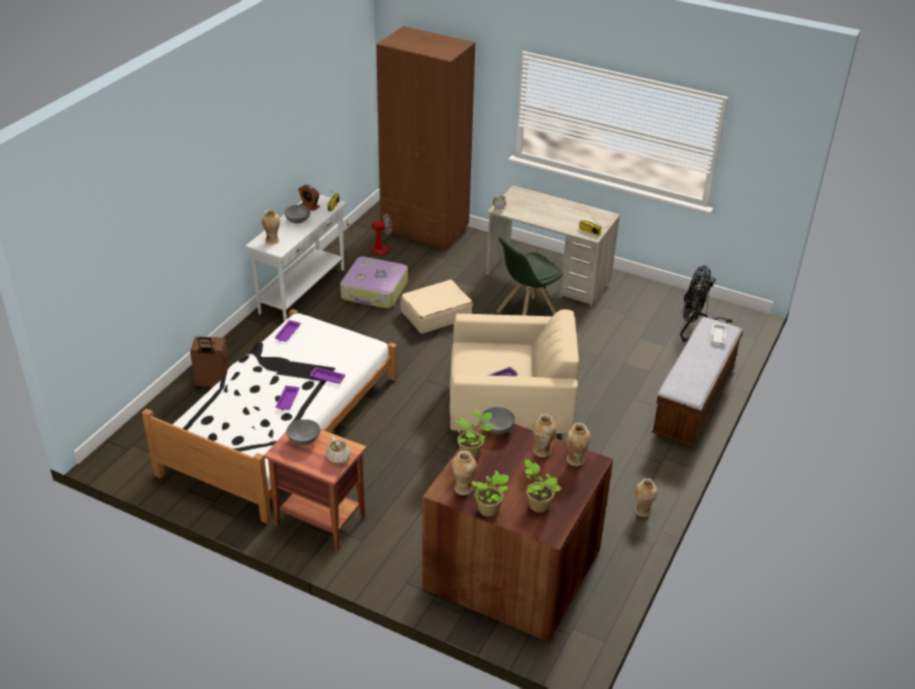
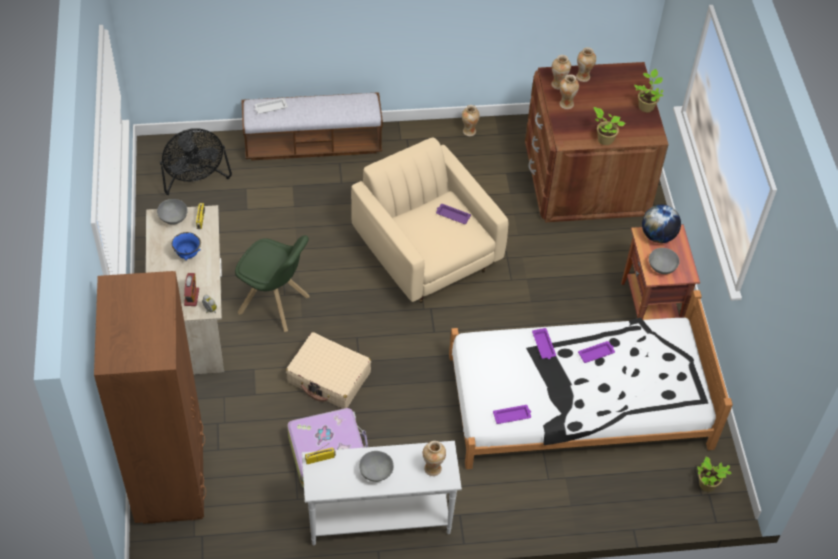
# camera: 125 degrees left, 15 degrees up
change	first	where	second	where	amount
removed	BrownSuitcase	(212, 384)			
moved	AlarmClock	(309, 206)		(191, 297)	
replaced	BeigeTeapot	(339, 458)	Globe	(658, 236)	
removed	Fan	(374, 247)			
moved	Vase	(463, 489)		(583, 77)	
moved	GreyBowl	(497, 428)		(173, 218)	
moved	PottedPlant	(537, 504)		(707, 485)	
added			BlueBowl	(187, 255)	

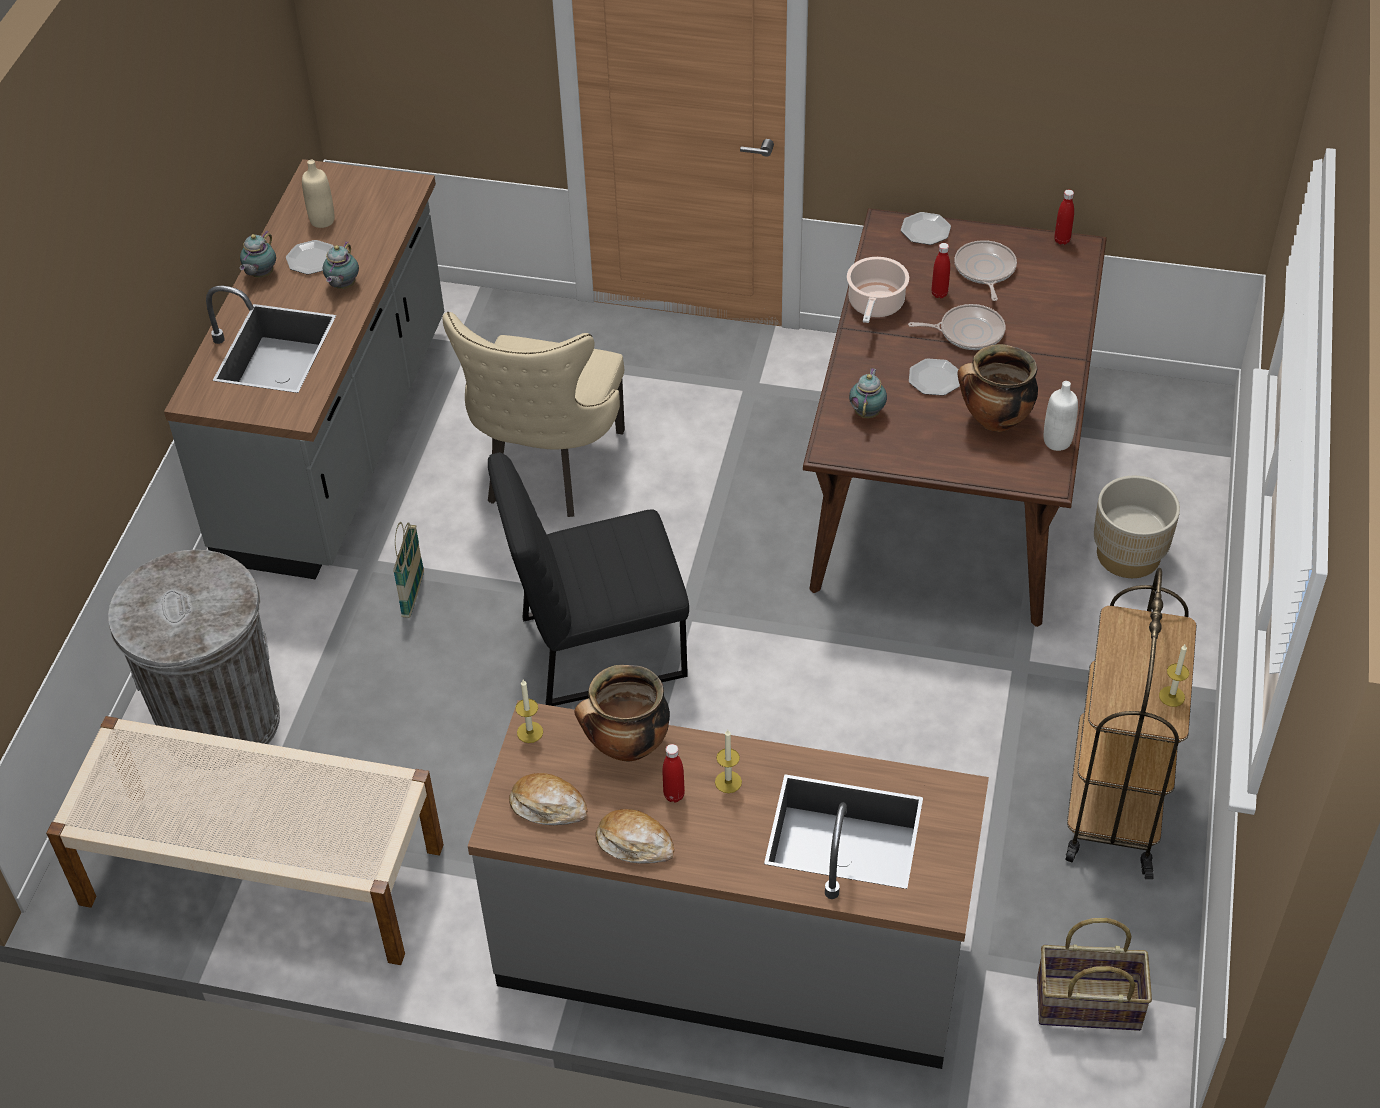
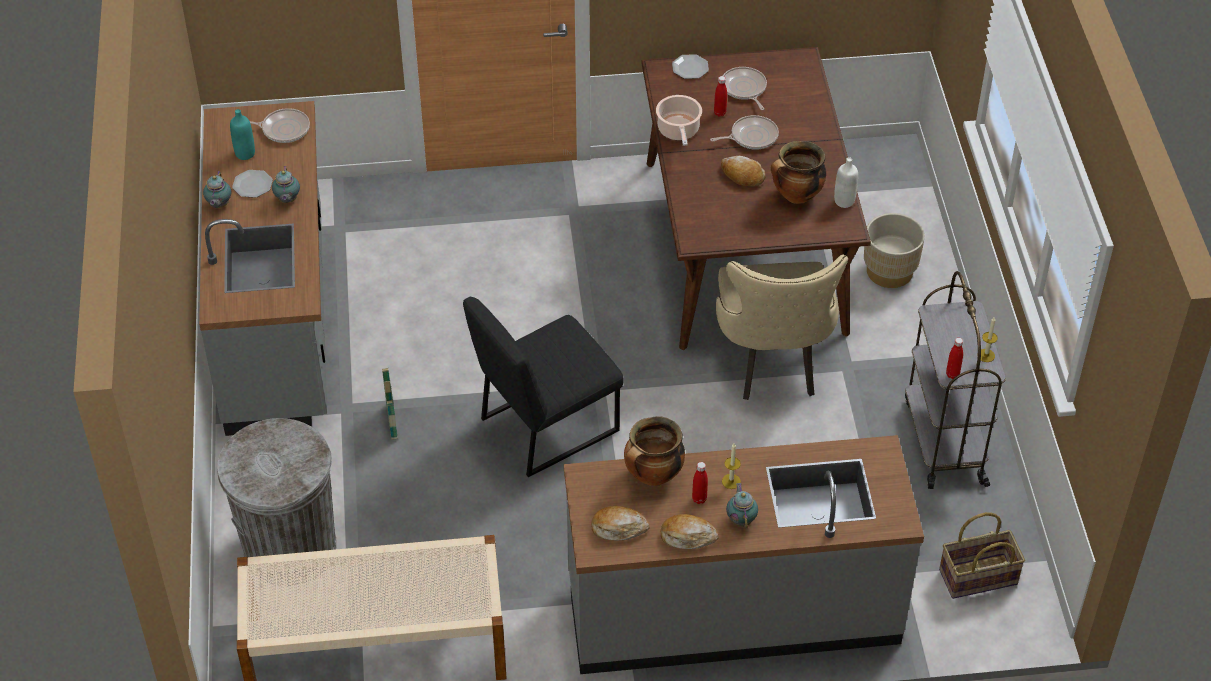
# camera: 20 degrees left, 0 degrees up
change	first	where	second	where	amount
recoloured	BeigeBottle	(322, 220)	TurquoiseBottle	(245, 153)	
moved	BeigeChair	(547, 468)		(772, 362)	
removed	Candle	(530, 732)			
moved	Teapot	(867, 412)		(741, 519)	
replaced	Plate	(934, 379)	Bread	(742, 175)	
moved	RedBottle	(1062, 240)		(952, 374)	
recoloured	BrownCart	(1115, 798)	GreyCart	(944, 439)	
added			FryingPan	(283, 129)	

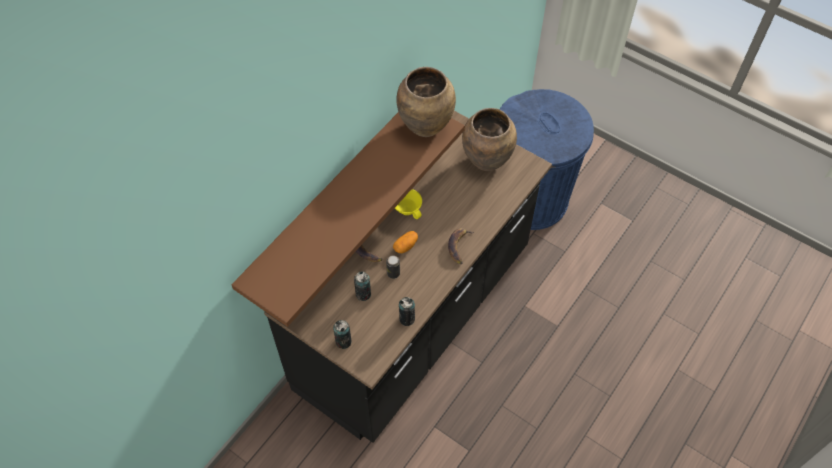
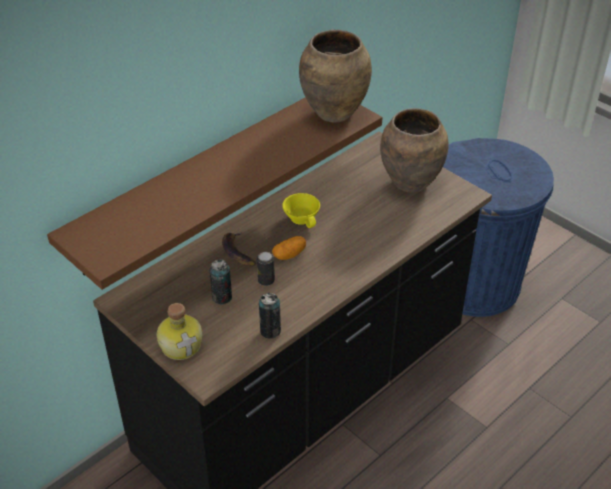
# camera: 10 degrees right, 15 degrees down
change	first	where	second	where	amount
replaced	Can	(343, 341)	Bottle	(181, 345)	
removed	Banana	(459, 246)			

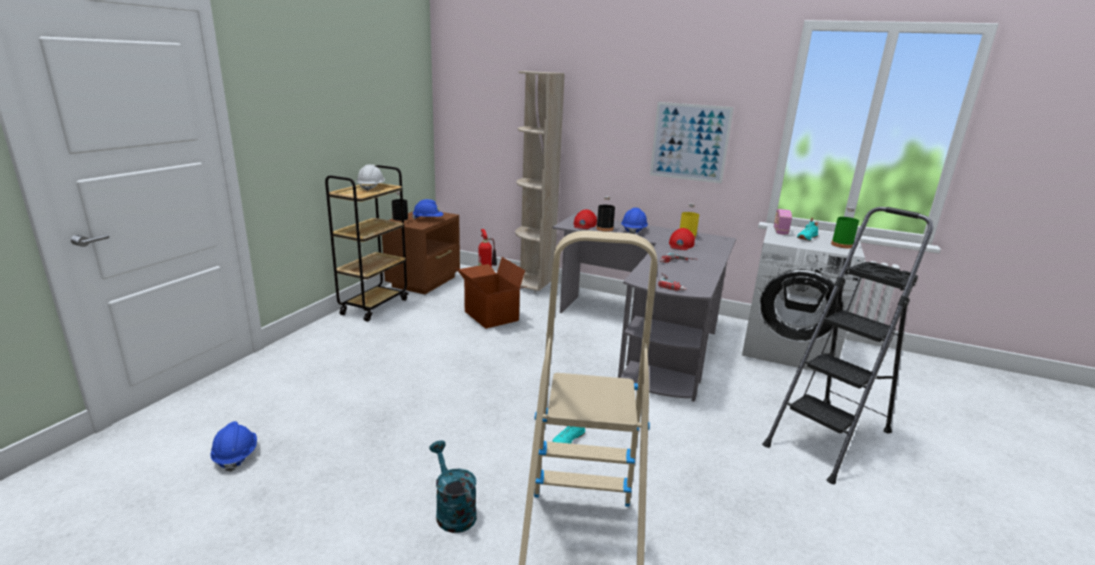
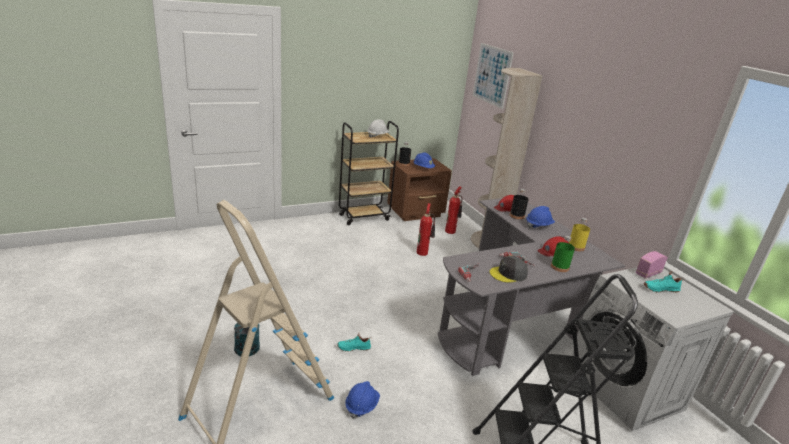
# camera: 40 degrees right, 5 degrees up
change	first	where	second	where	amount
moved	BlueHardHat	(236, 456)		(361, 406)	
replaced	CardboardBox	(490, 316)	FireExtinguisher	(423, 252)	
moved	Picture	(690, 142)		(492, 75)	
moved	GreenBottle	(841, 245)		(559, 267)	
added			GreyCap	(508, 274)	

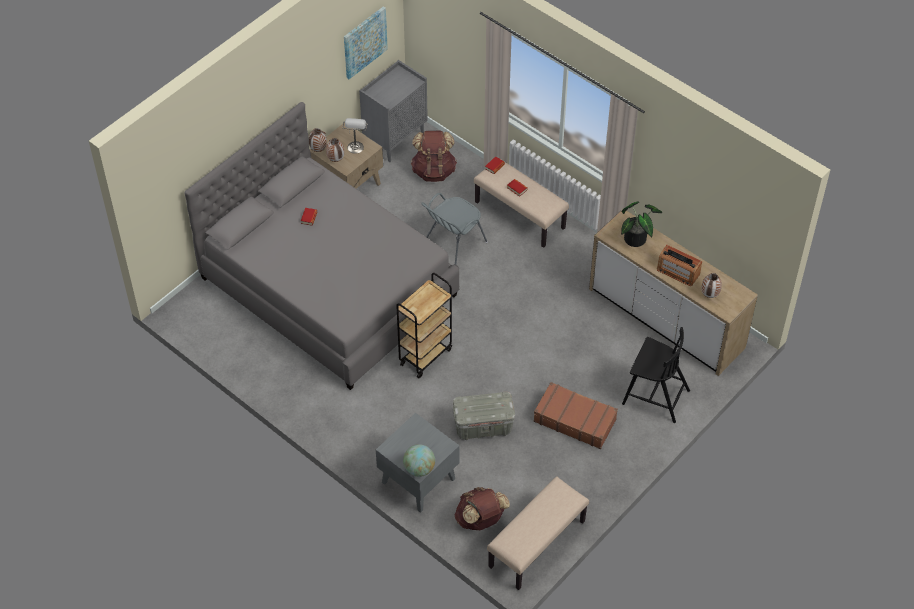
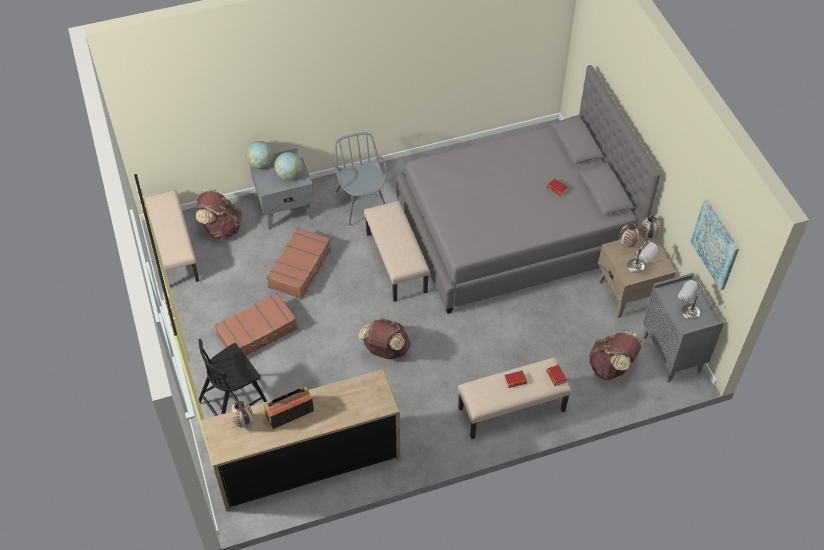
# camera: 120 degrees right, 0 degrees up
change	first	where	second	where	amount
replaced	BrownCart	(425, 356)	BeigeBench	(397, 263)	
moved	GreyChair	(452, 246)		(362, 202)	
replaced	GreyStorageBox	(483, 426)	BrownSuitcase	(300, 268)	
removed	PottedPlant	(638, 239)			
added			Globe	(289, 175)	
added			BrownBackpack	(385, 350)	
added			WhiteTableLamp	(687, 310)	

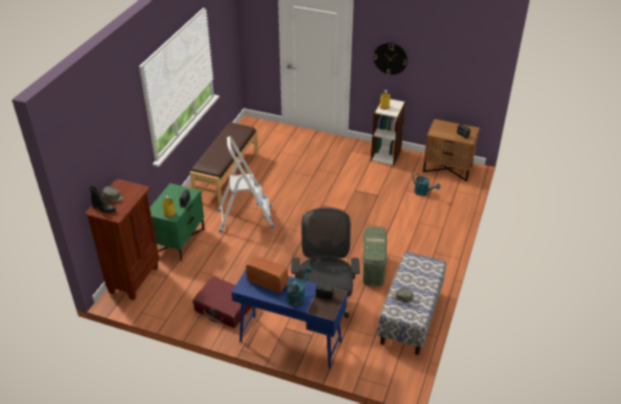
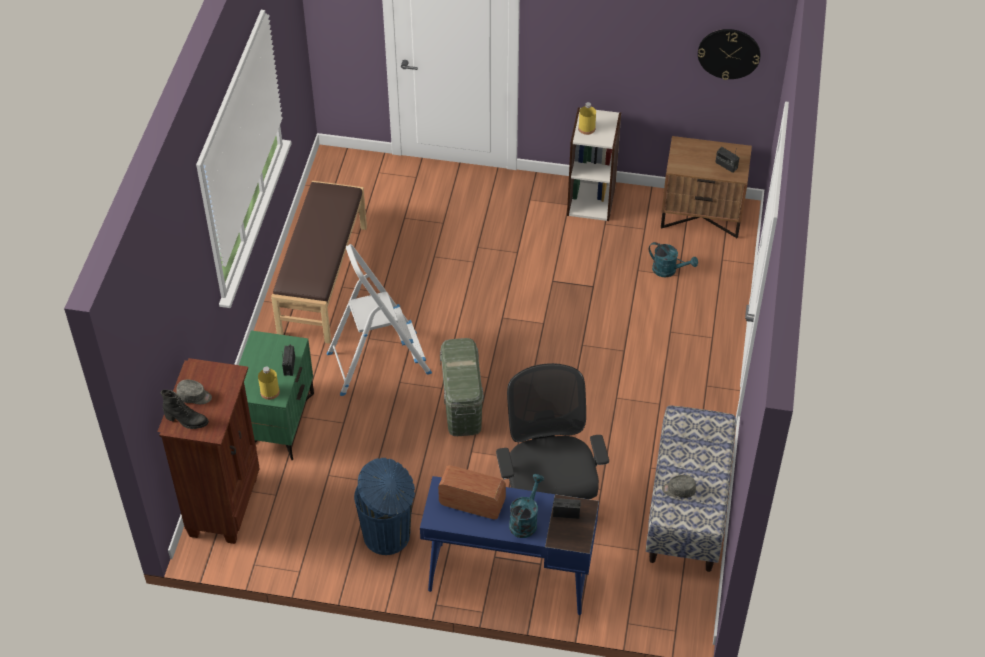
# camera: 10 degrees left, 10 degrees up
change	first	where	second	where	amount
replaced	RedSuitcase	(224, 307)	BlueTrashCan	(388, 535)	
moved	GreenStorageBox	(373, 269)		(462, 405)	
moved	WallClock	(390, 58)		(729, 53)	

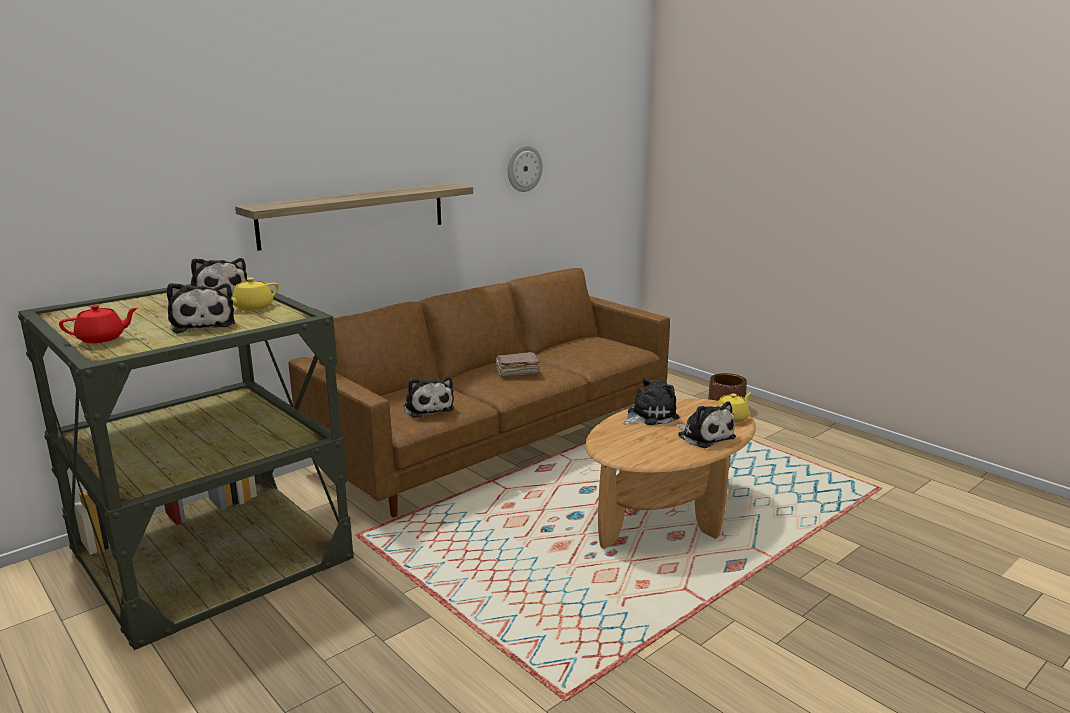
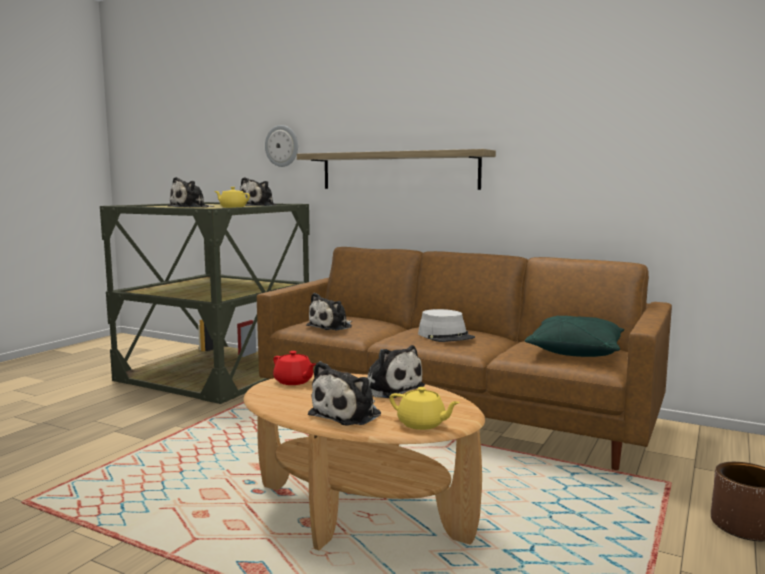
# camera: 70 degrees right, 10 degrees down
change	first	where	second	where	amount
moved	RedTeapot	(102, 339)		(294, 381)	
replaced	BrownBook	(516, 373)	GreyHat	(446, 336)	
moved	WallClock	(524, 168)		(282, 146)	
added			GreenPillow	(575, 351)	

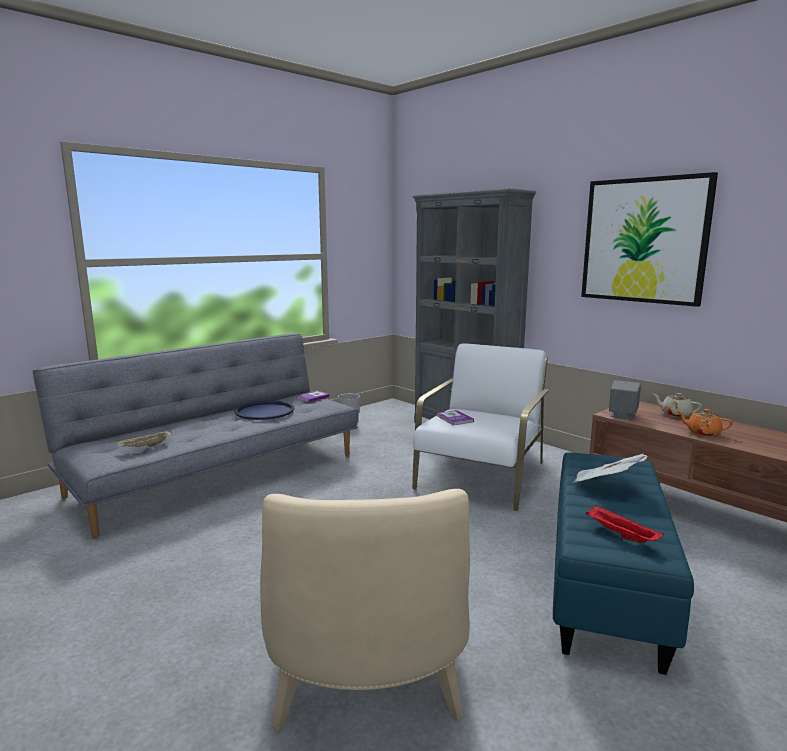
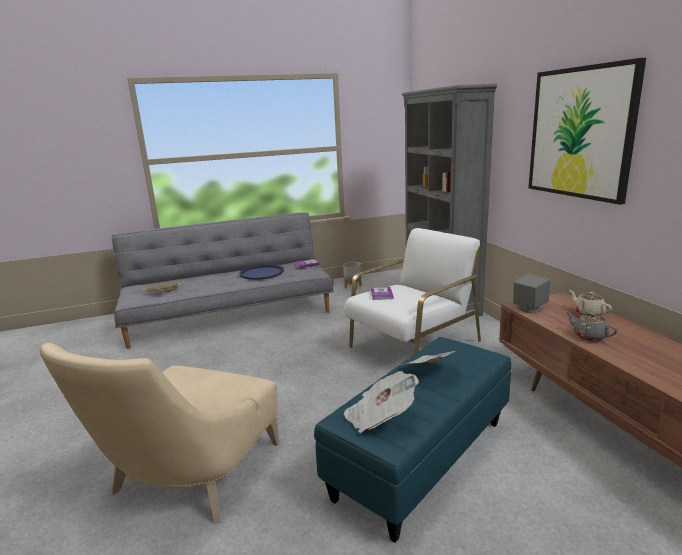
# camera: 25 degrees right, 5 degrees up
change	first	where	second	where	amount
replaced	RedTray	(620, 535)	Newspaper	(380, 417)	
recoloured	OrangeTeapot	(702, 432)	GreyTeapot	(589, 336)	

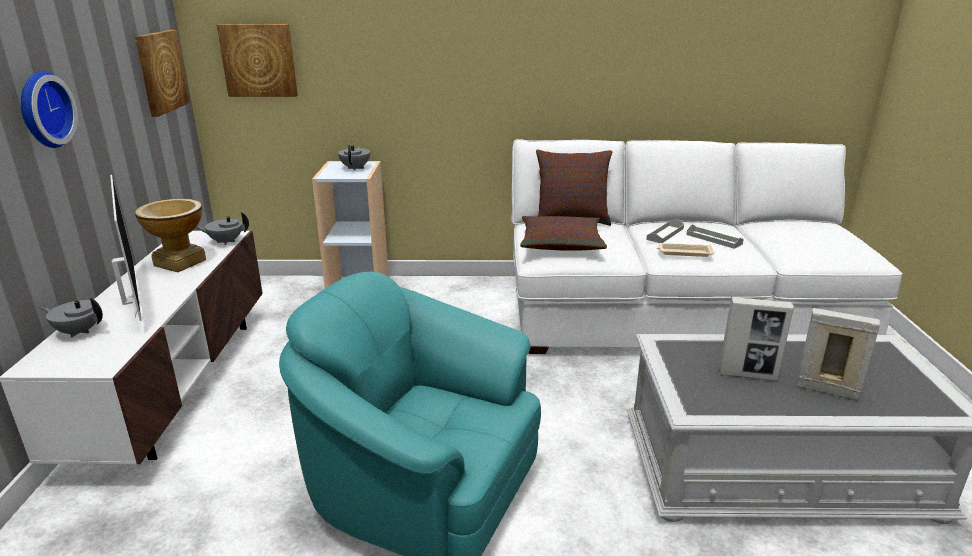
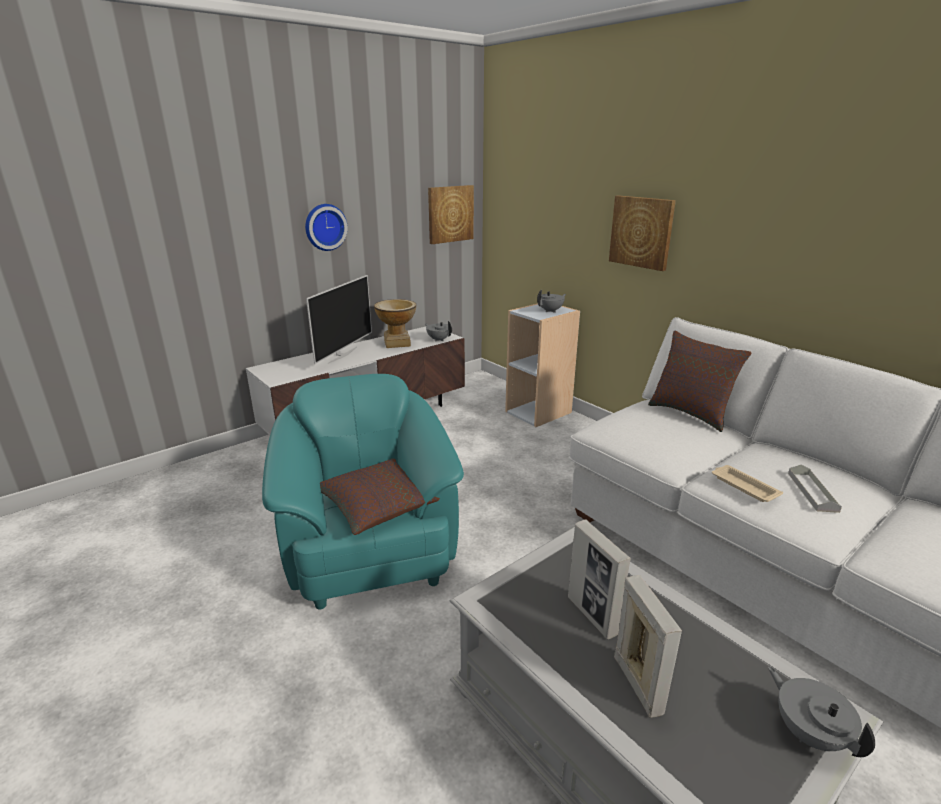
# camera: 50 degrees right, 0 degrees up
change	first	where	second	where	amount
moved	GreyTeapot	(79, 331)		(809, 732)	
moved	Picture	(259, 60)		(642, 232)	
moved	BrownPillow	(561, 243)		(376, 505)	
removed	GreyTray	(665, 234)			

